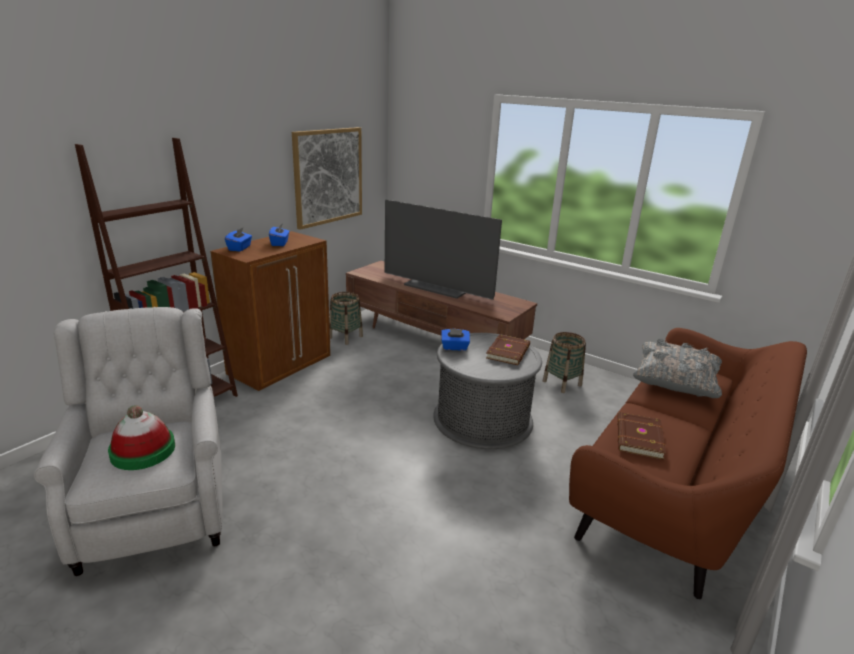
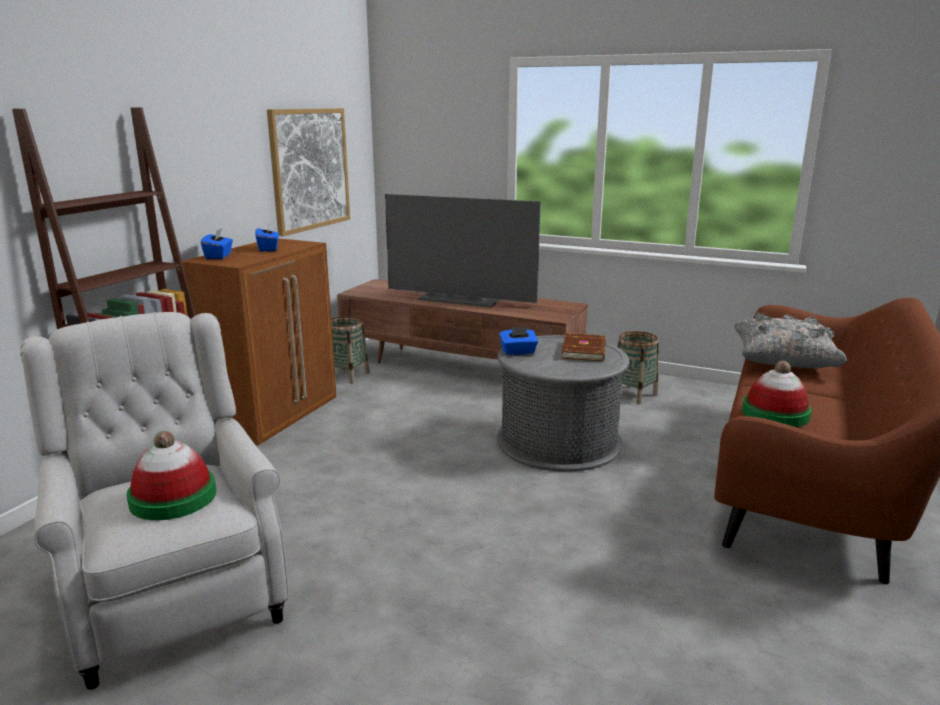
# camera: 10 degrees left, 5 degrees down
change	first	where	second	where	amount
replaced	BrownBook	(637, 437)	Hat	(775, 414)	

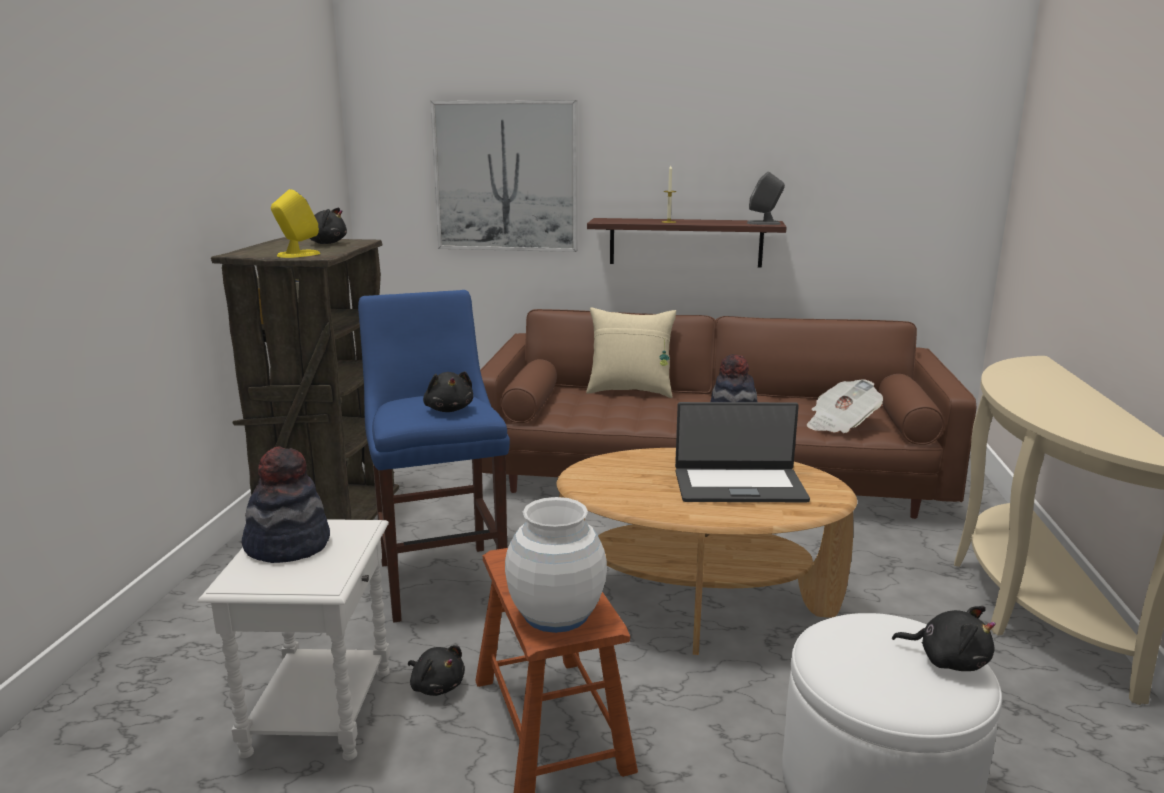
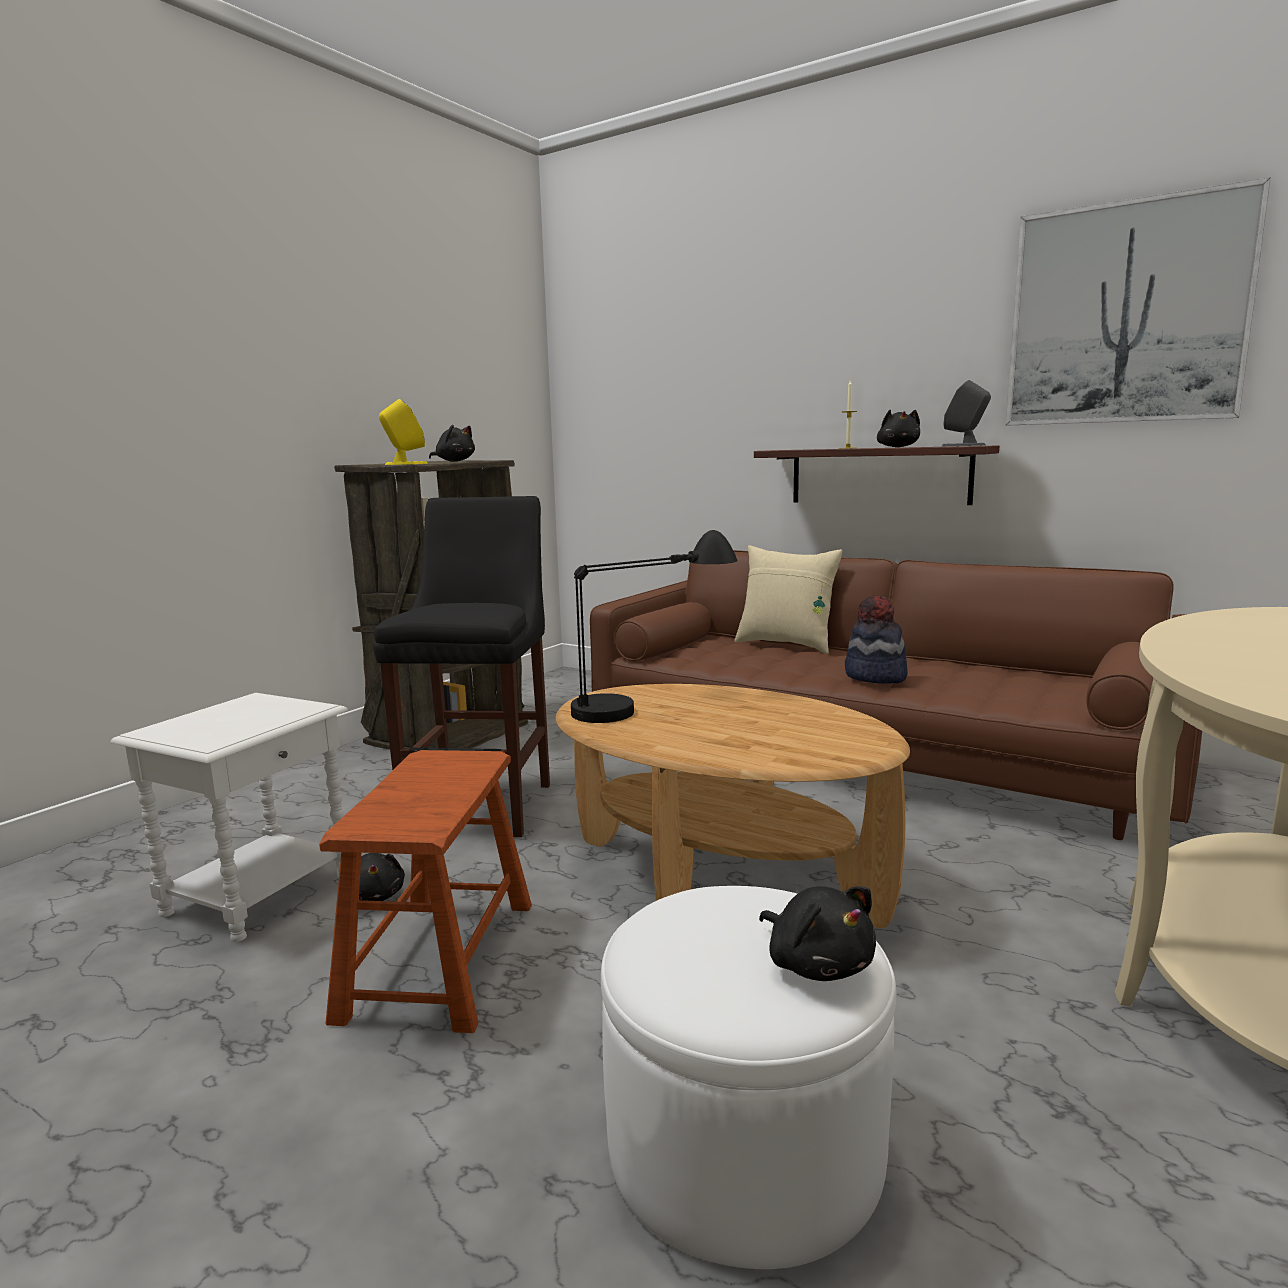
# camera: 25 degrees right, 5 degrees down
change	first	where	second	where	amount
removed	Hat	(288, 545)			
recoloured	BlueStool	(441, 578)	BlackStool	(483, 804)	
moved	BlackPlushToy	(449, 409)		(898, 447)	
moved	Picture	(506, 177)		(1126, 314)	
removed	WhiteVase	(556, 614)			
removed	Laptop	(739, 485)			
removed	Newspaper	(840, 425)			
added			BlackTableLamp	(651, 703)	

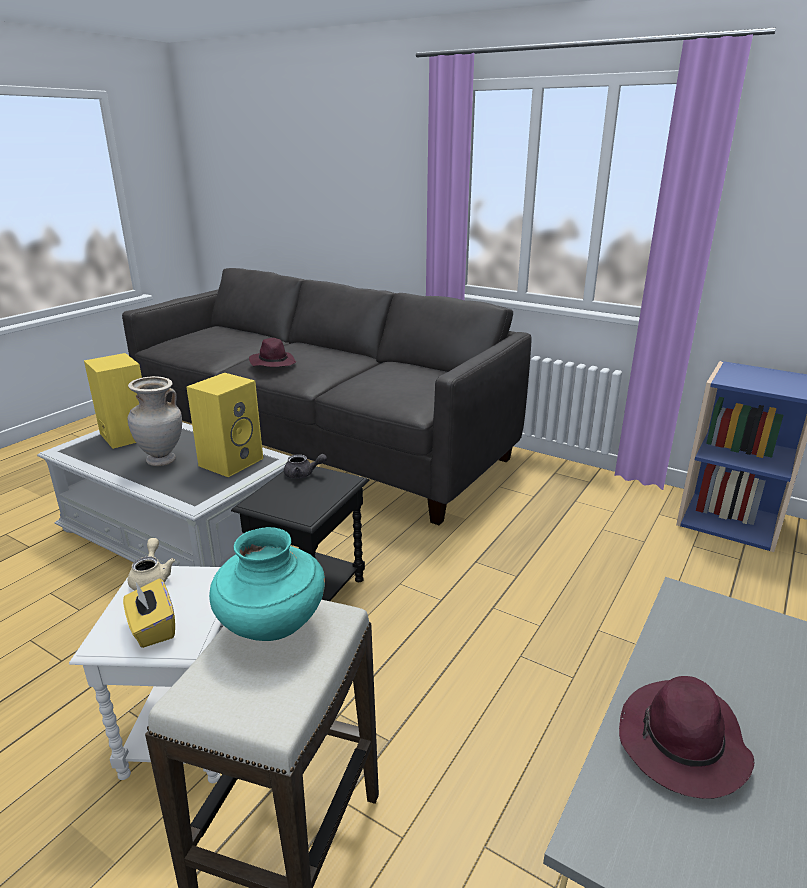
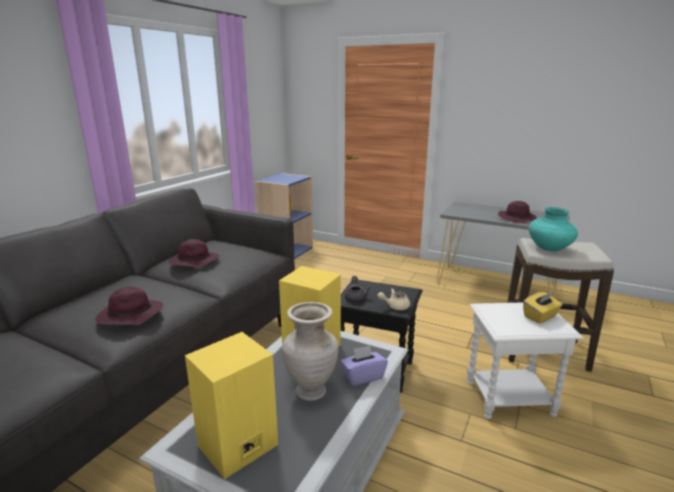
# camera: 95 degrees left, 5 degrees down
change	first	where	second	where	amount
moved	BeigeTeapot	(152, 578)		(394, 306)	
added			PurpleHat	(193, 262)	
added			PurpleTissueBox	(363, 376)	

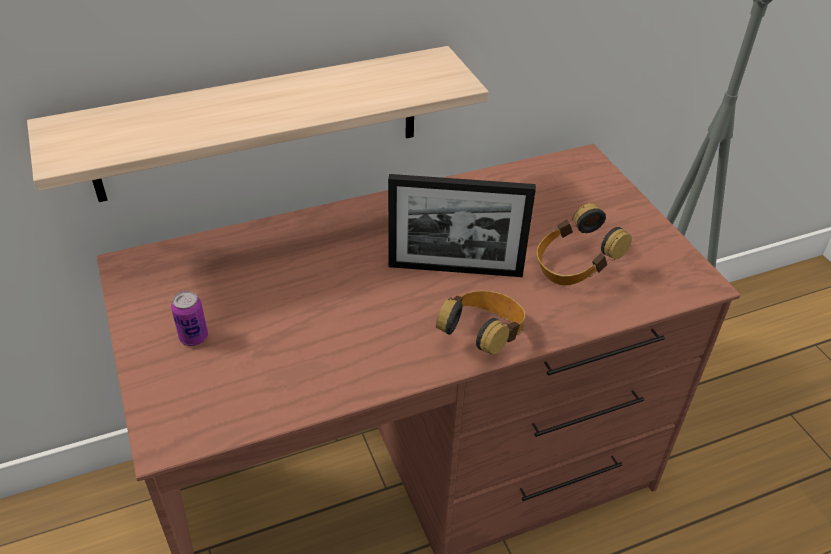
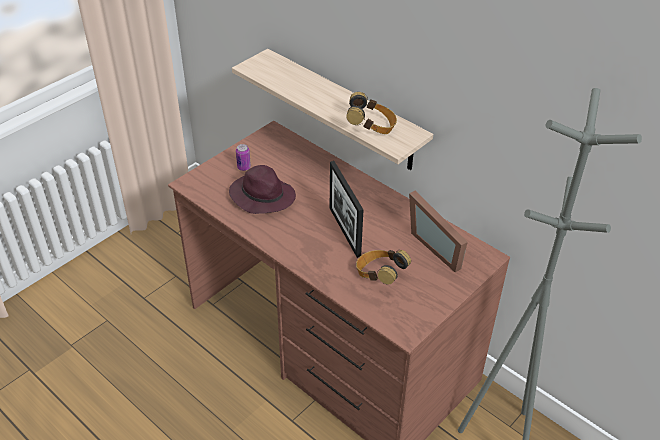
# camera: 65 degrees right, 0 degrees up
change	first	where	second	where	amount
moved	Headphones	(482, 337)		(371, 127)	
added			PurpleHat	(261, 196)	
added			PictureFrame	(438, 245)	

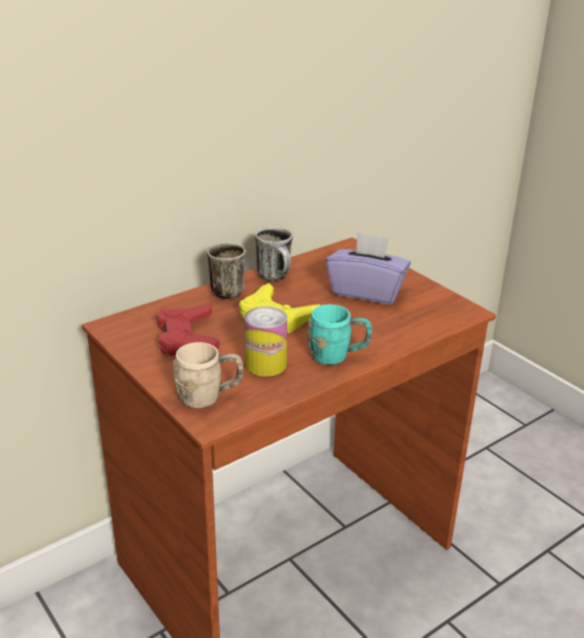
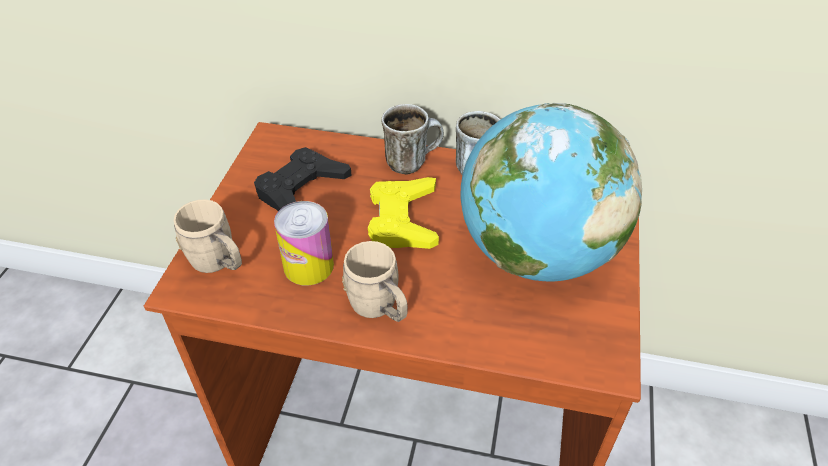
# camera: 50 degrees right, 15 degrees up
change	first	where	second	where	amount
recoloured	RedGameController	(187, 337)	BlackGameController	(301, 188)	
recoloured	TurquoiseMug	(338, 356)	BeigeMug	(379, 308)	
replaced	PurpleTissueBox	(367, 291)	Globe	(536, 254)	

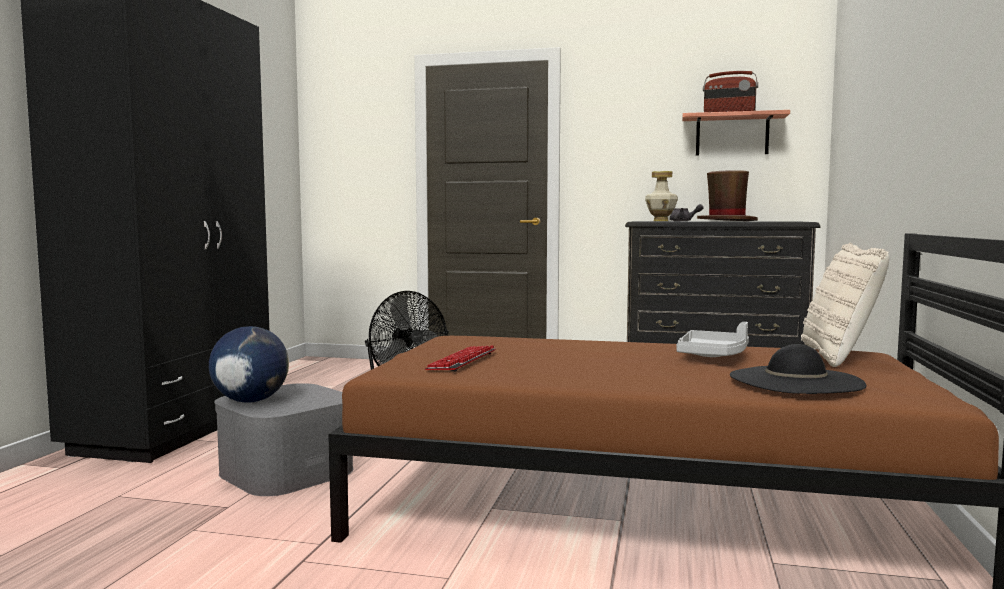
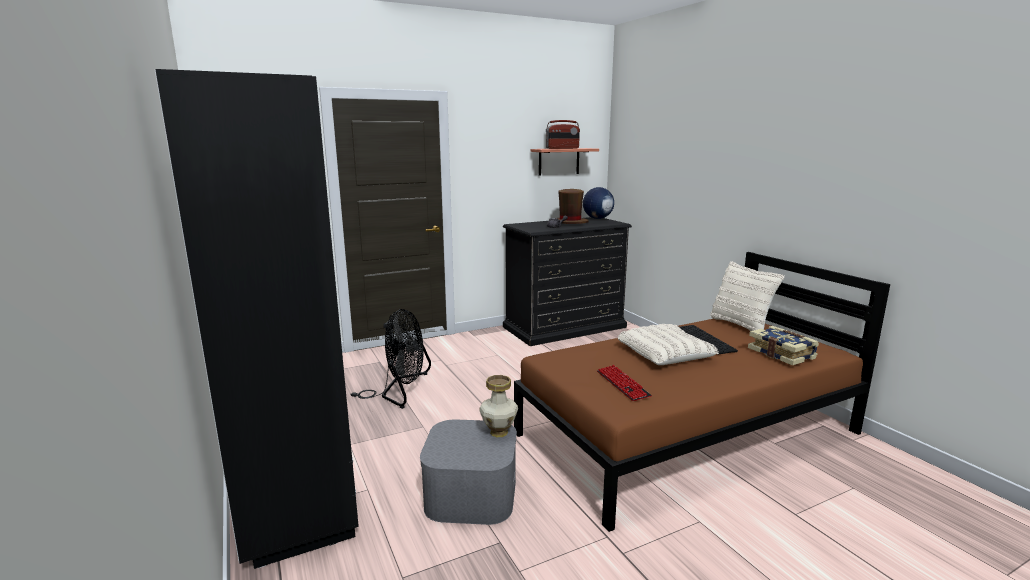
# camera: 40 degrees left, 10 degrees up
change	first	where	second	where	amount
moved	Globe	(250, 401)		(597, 218)	
moved	Vase	(660, 221)		(499, 433)	
replaced	GreyTray	(713, 355)	Keyboard	(706, 339)	
replaced	BlackHat	(795, 380)	Book	(782, 354)	
added			BeigePillow	(665, 354)	

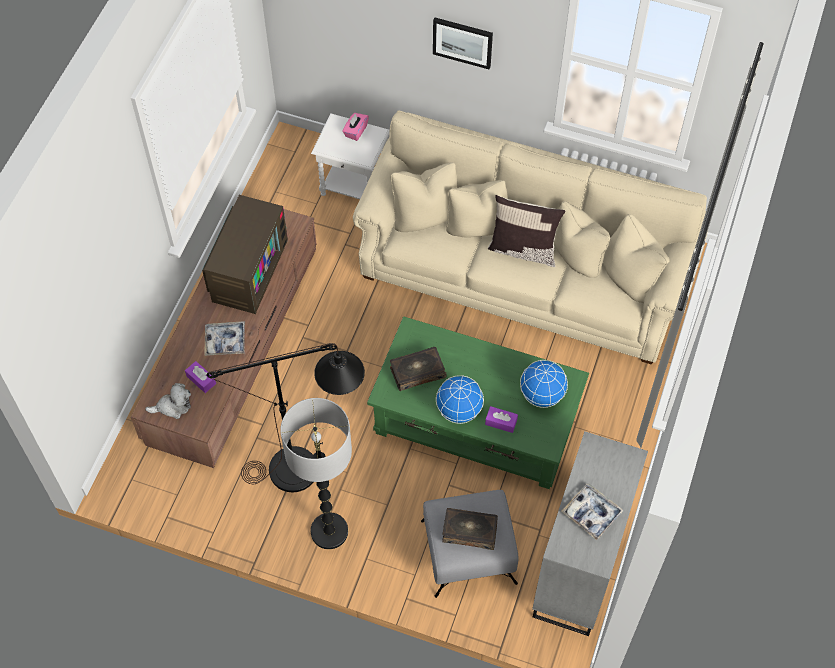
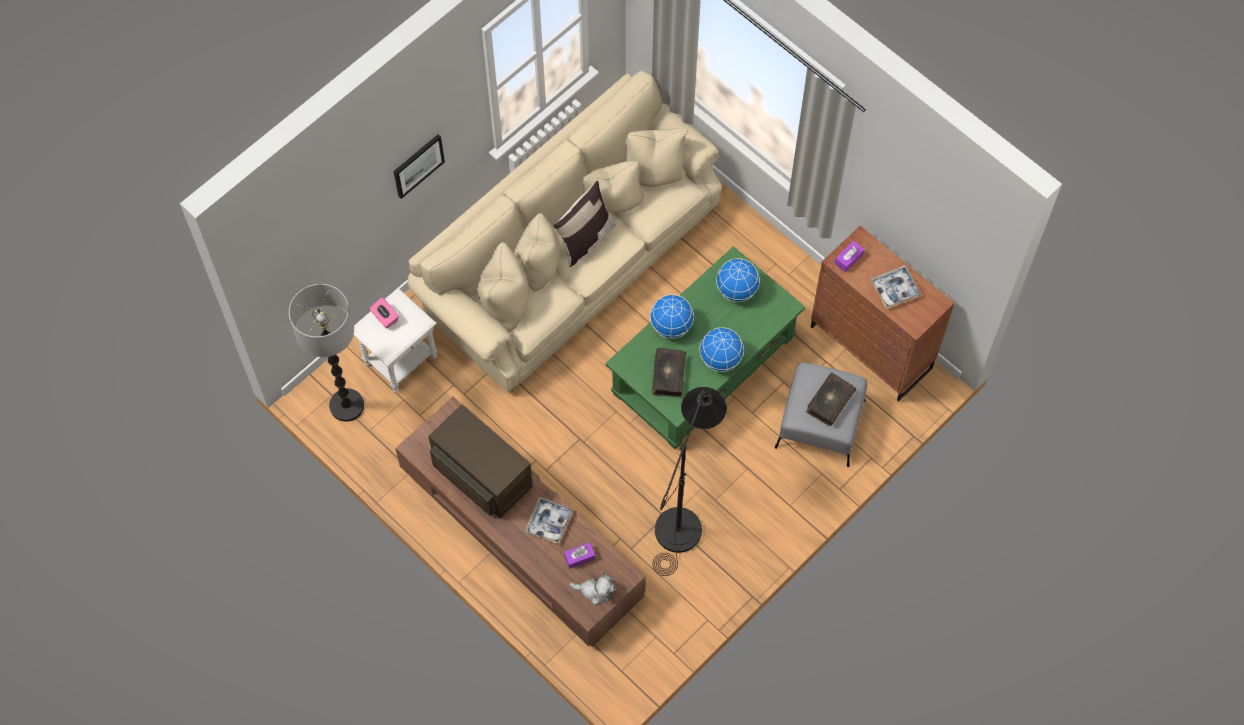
# camera: 65 degrees left, 5 degrees up
change	first	where	second	where	amount
turned	PlushToy	(173, 406)		(595, 591)	90 degrees clockwise
moved	FloorLamp	(329, 531)		(346, 405)	
moved	PurpleTissueBox	(501, 422)		(848, 259)	
recoloured	GreyDresser	(580, 567)	BrownDresser	(872, 347)	
added			Globe	(671, 326)	

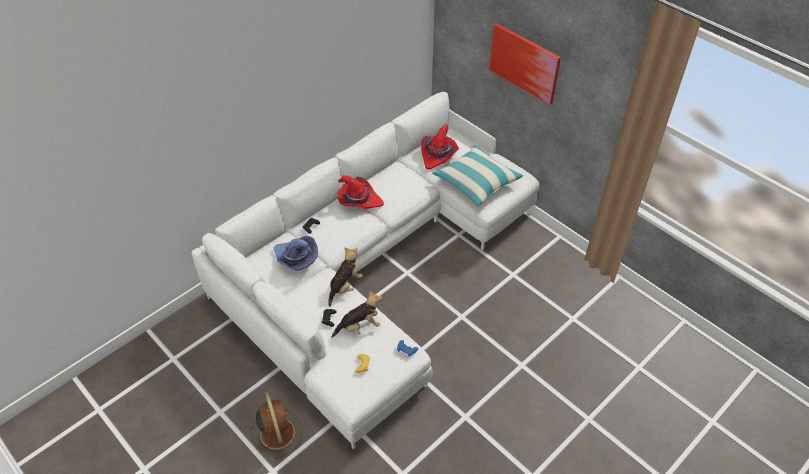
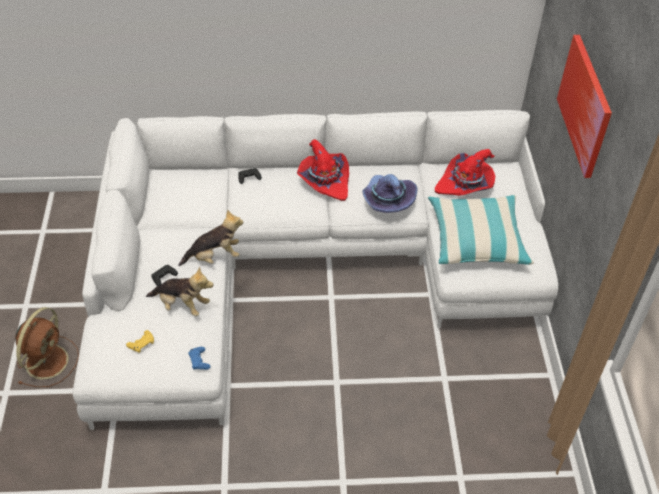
# camera: 40 degrees right, 0 degrees up
change	first	where	second	where	amount
moved	PurpleHat	(296, 258)		(387, 199)	

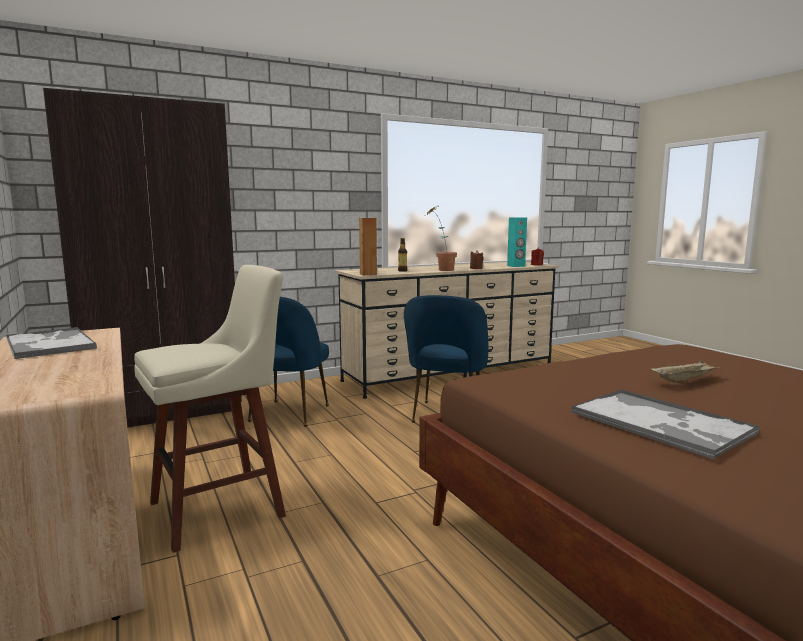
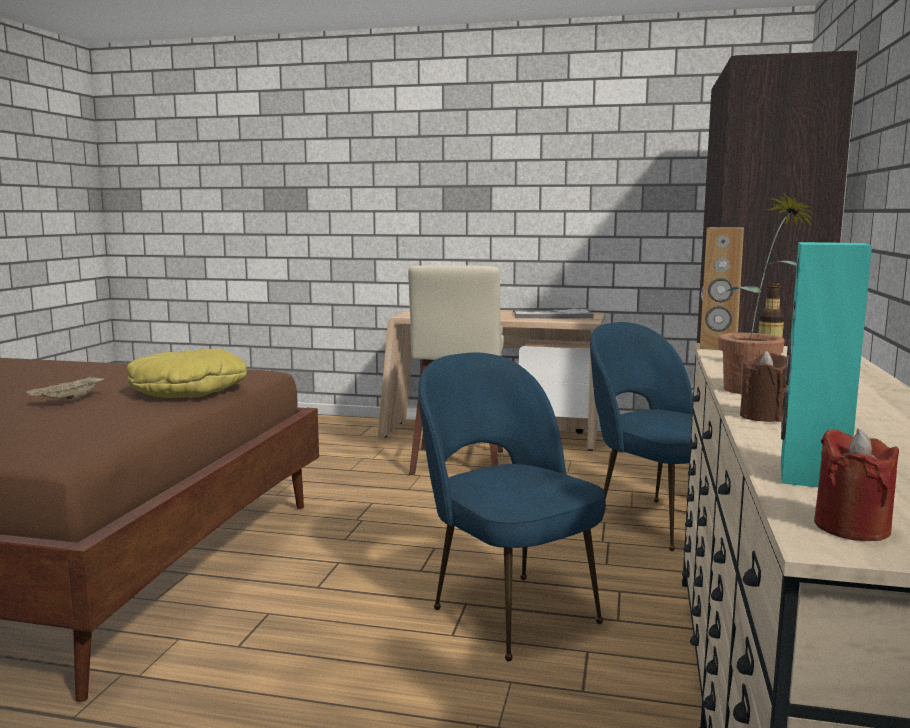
# camera: 130 degrees right, 0 degrees up
change	first	where	second	where	amount
removed	Tray	(661, 423)			
added			YellowPillow	(187, 391)	

